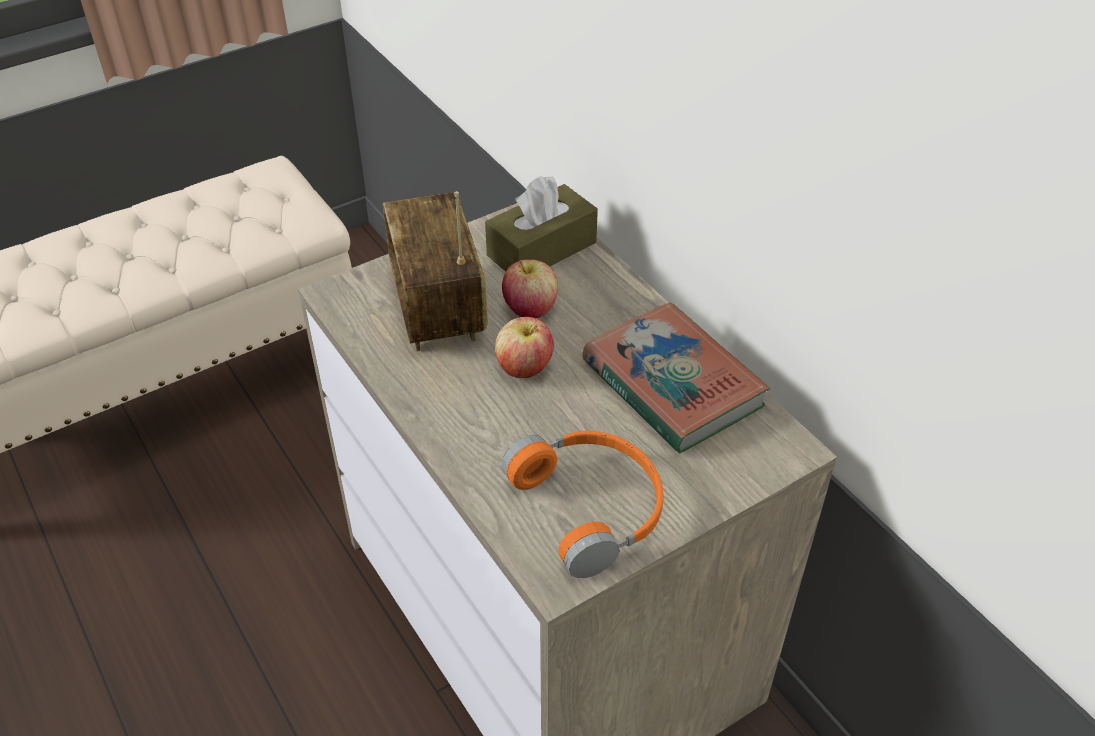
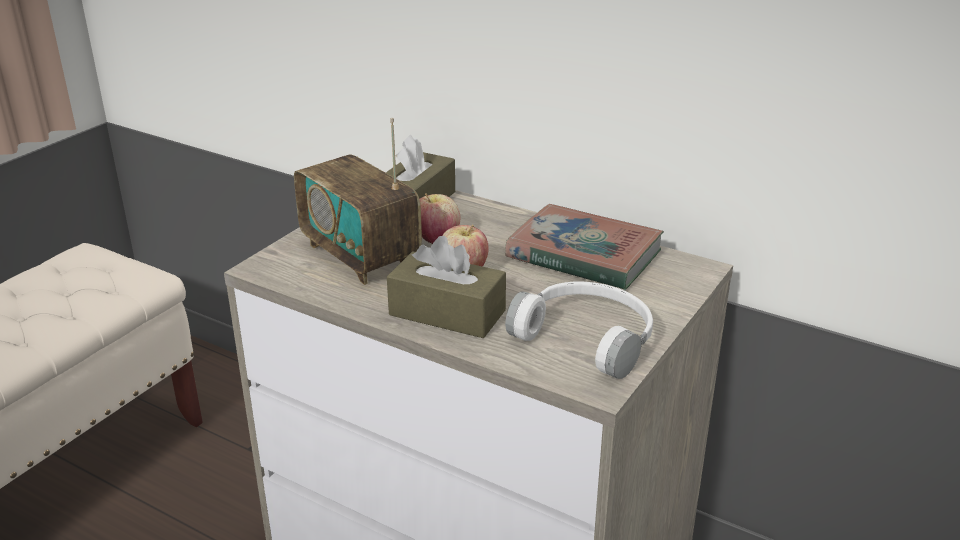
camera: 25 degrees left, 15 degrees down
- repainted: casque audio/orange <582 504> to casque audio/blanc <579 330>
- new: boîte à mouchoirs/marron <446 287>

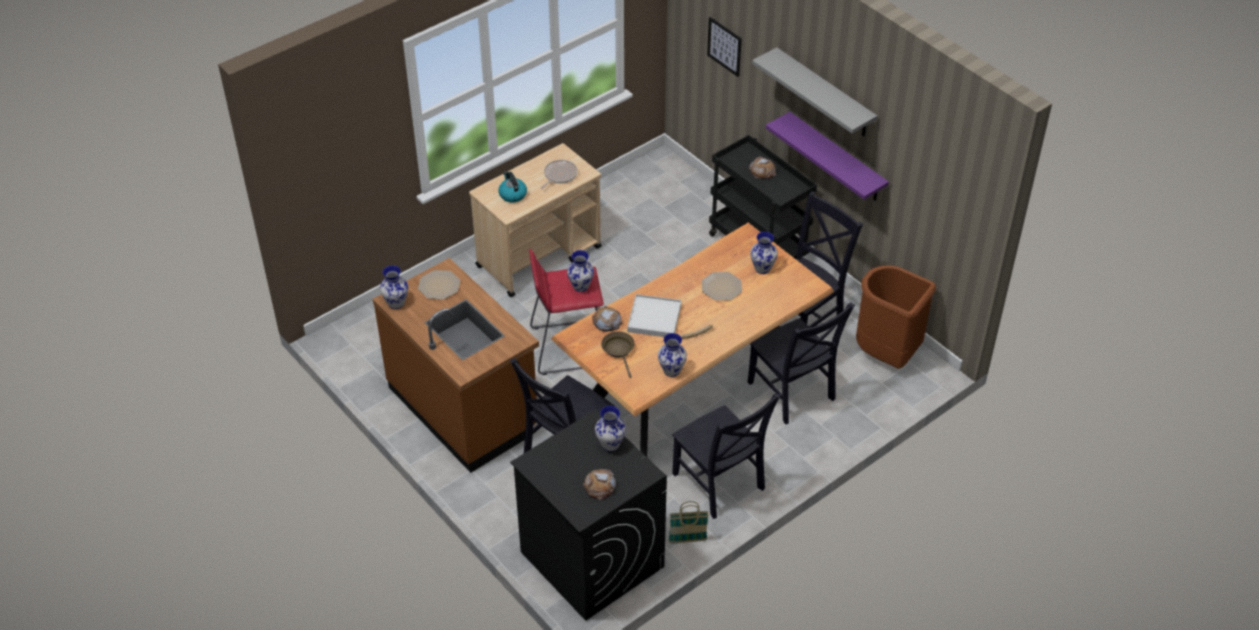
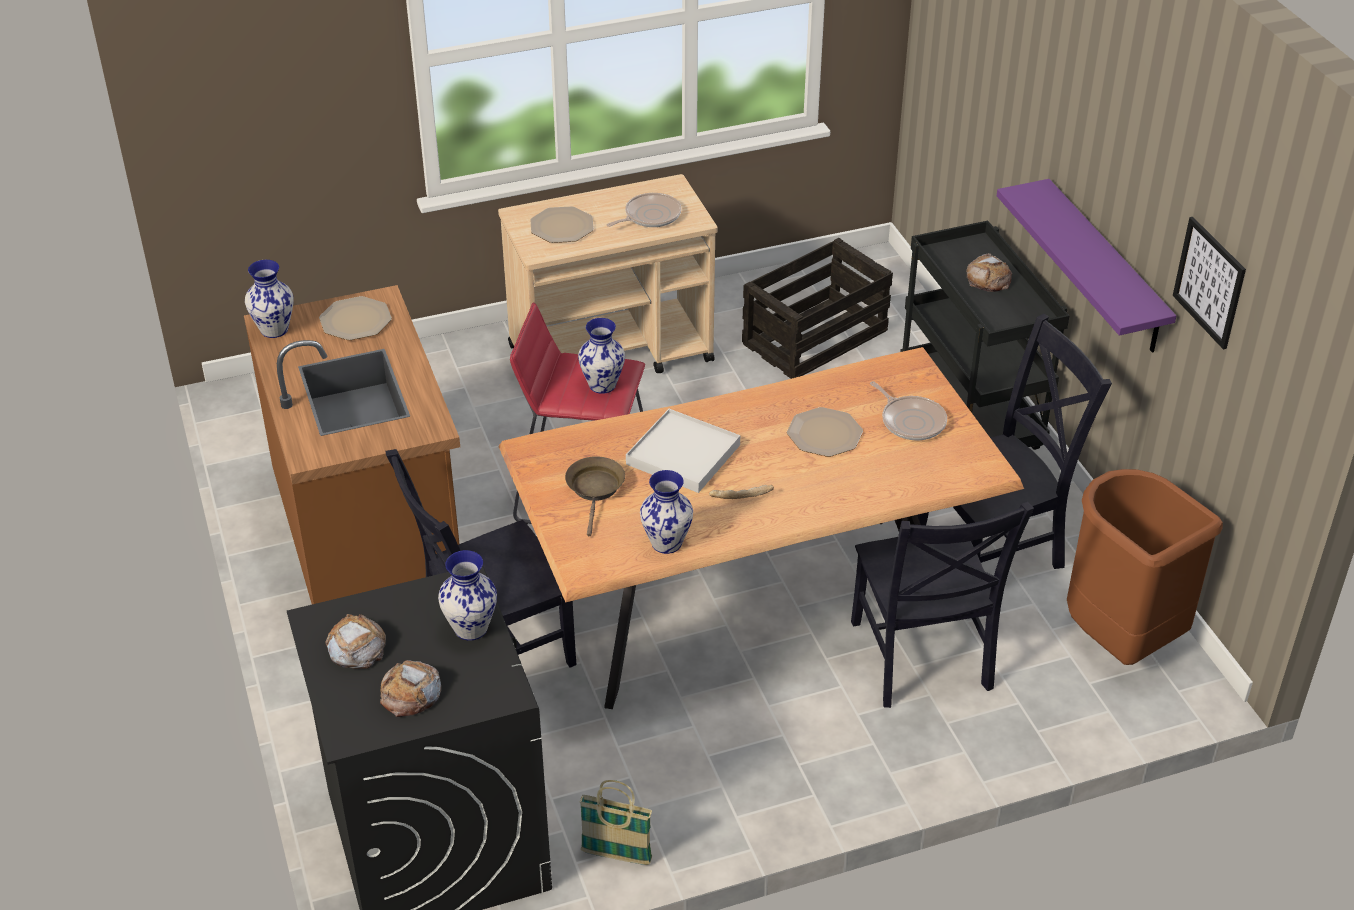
camera: 20 degrees right, 5 degrees down
- shifted: tableau <724 47> to <1209 283>
- gone: étagère/gris <814 91>
- swapped: bouilloire <512 187> to assiette <562 224>
- swapped: vase <764 253> to poêle <908 410>
- shifted: pain <607 319> to <355 641>
- gone: chaise/noir <726 456>
- new: caisse <817 308>

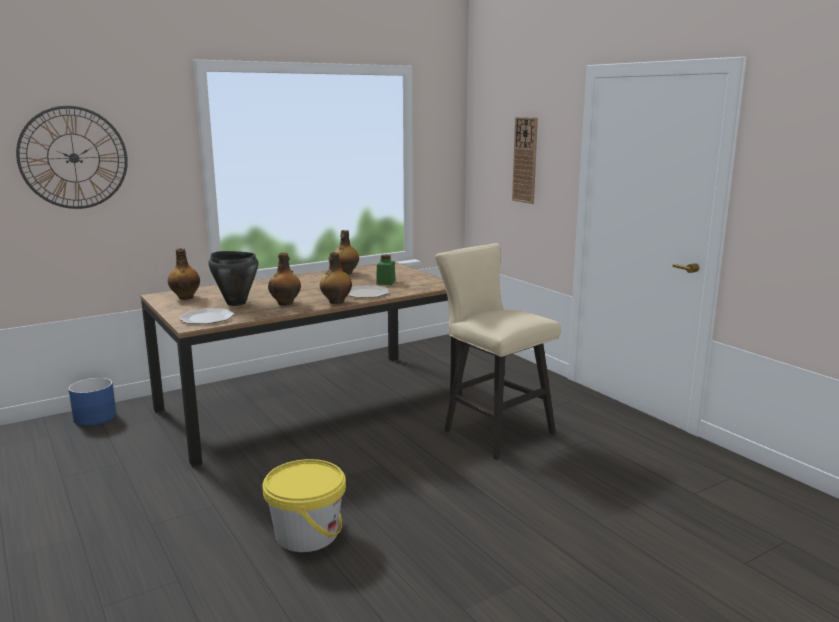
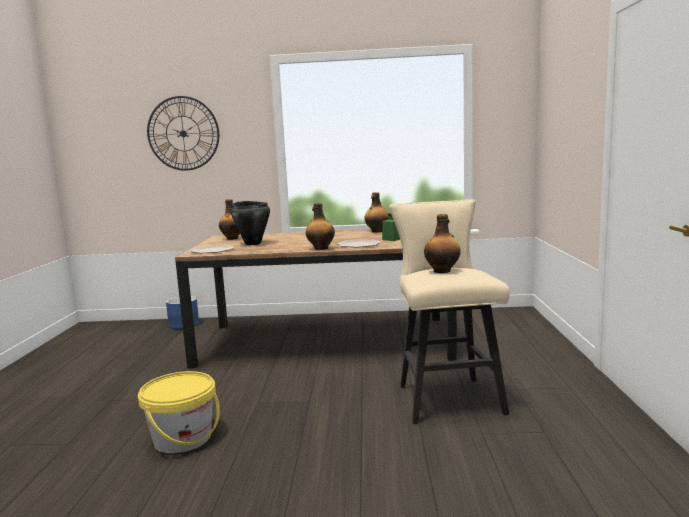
camera: 35 degrees right, 5 degrees down
- gone: horloge murale <525 160>
- shifted: bouteille <284 279> to <442 243>

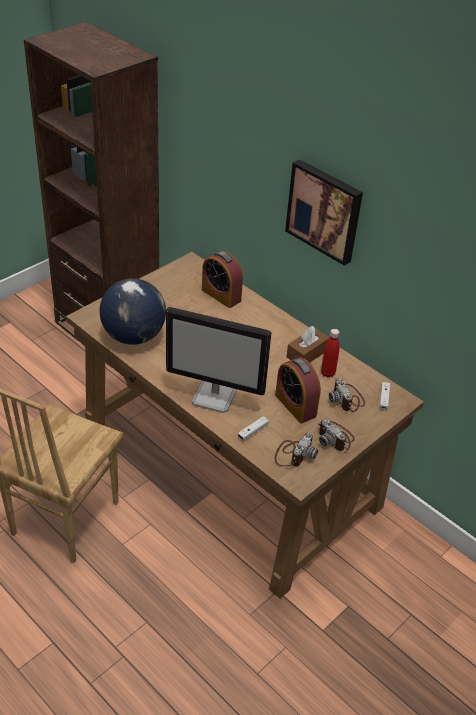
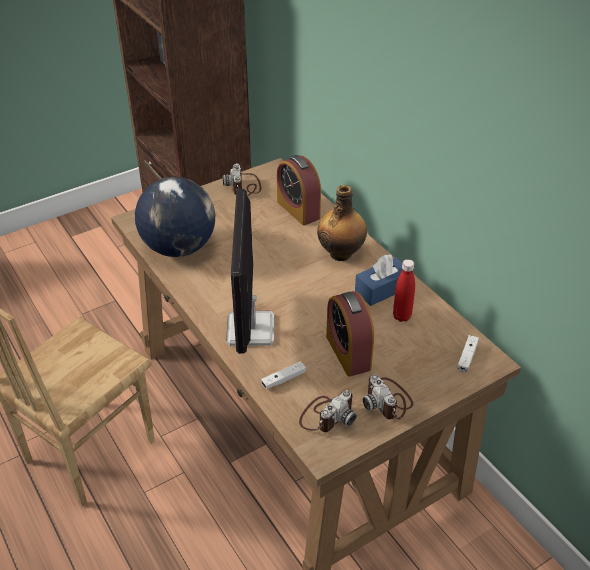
camera: 15 degrees right, 0 degrees up
- gone: tableau <324 212>
- rotated: écran d'ordinateur <219 360> = <250 271> 60 degrees clockwise
- repainted: boîte à mouchoirs/marron <308 344> to boîte à mouchoirs/bleu <379 280>
- shifted: appareil photo <347 395> to <242 179>
- new: bouteille <342 223>

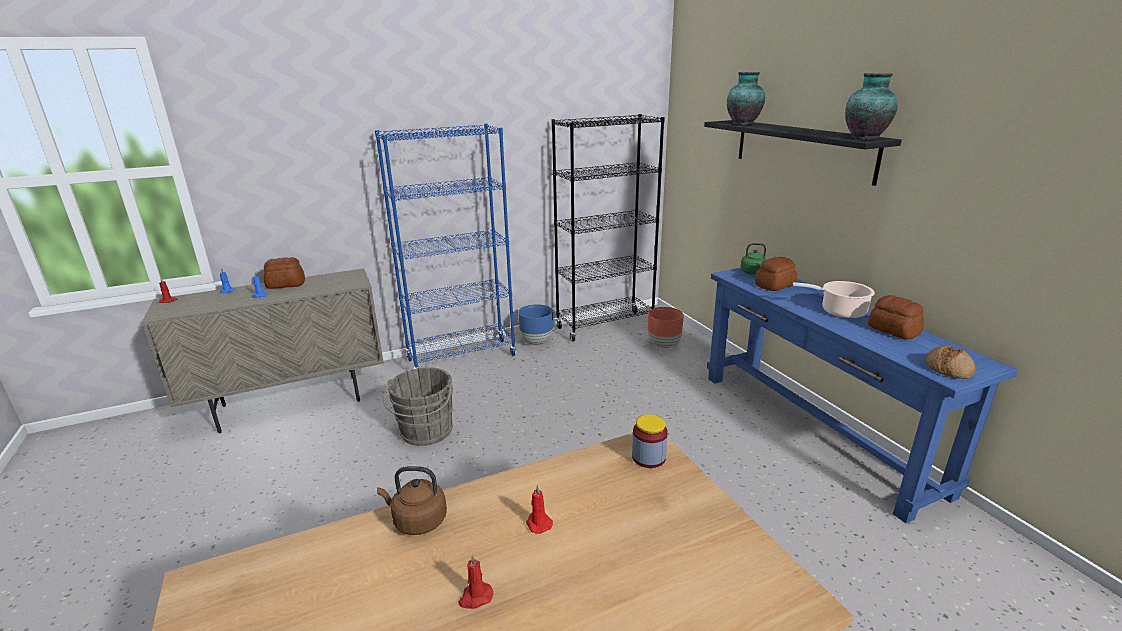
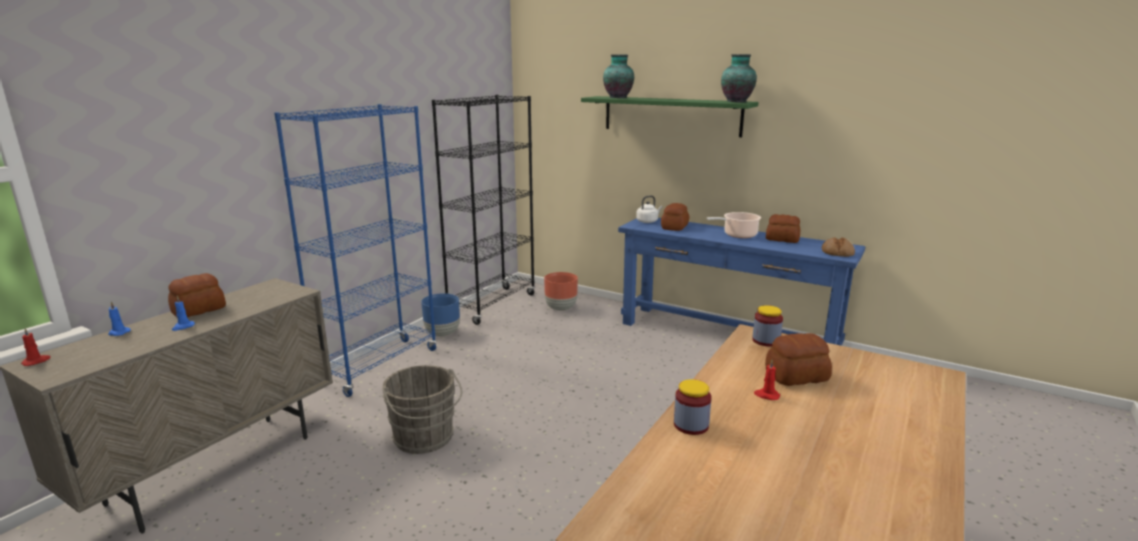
camera: 35 degrees left, 5 degrees down
- repainted: étagère/noir <803 153> to étagère/vert <669 116>
- repainted: bouilloire/vert <758 259> to bouilloire/blanc <649 209>
- swapped: bouilloire/marron <412 500> to bocal <692 407>
- gone: bougie/rouge <476 581>
- new: pain <798 359>

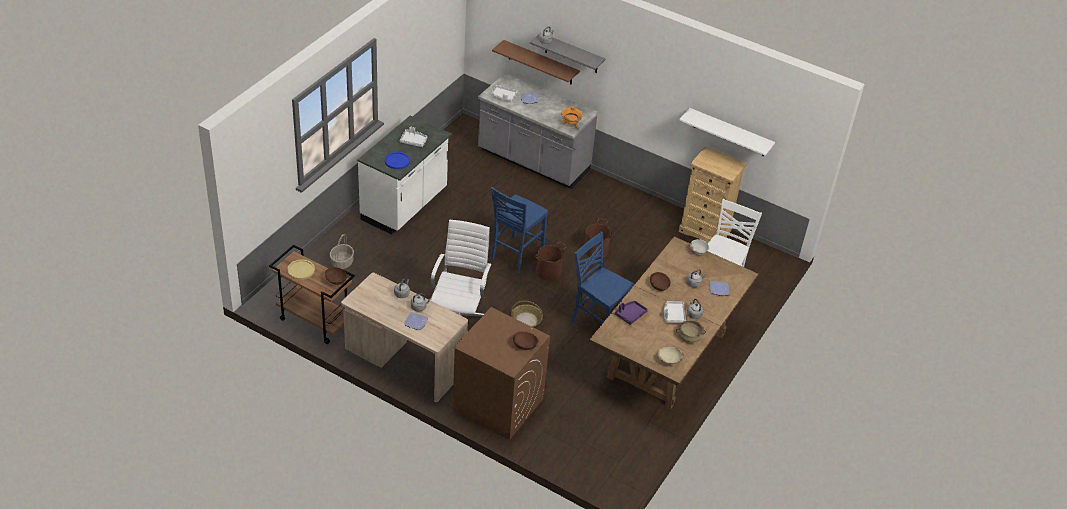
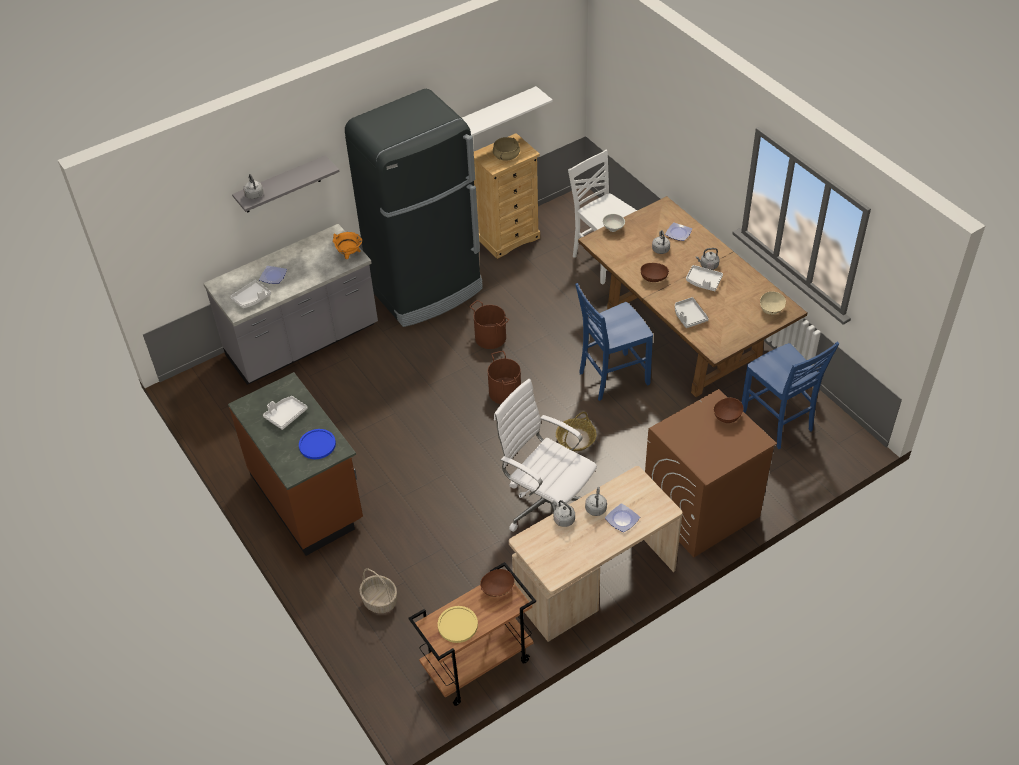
camera: 60 degrees left, 5 degrees up
- gone: étagère/marron <536 62>
- repainted: comptoir de cuisine/blanc <405 175> to comptoir de cuisine/marron <295 464>
- shifted: chaise/bleu <519 230> to <790 395>
- repainted: plateau/violet <631 313> to plateau/gris <692 312>
- shifted: marmite/beige <691 331> to <506 149>
- new: réfrigérateur/noir <414 208>

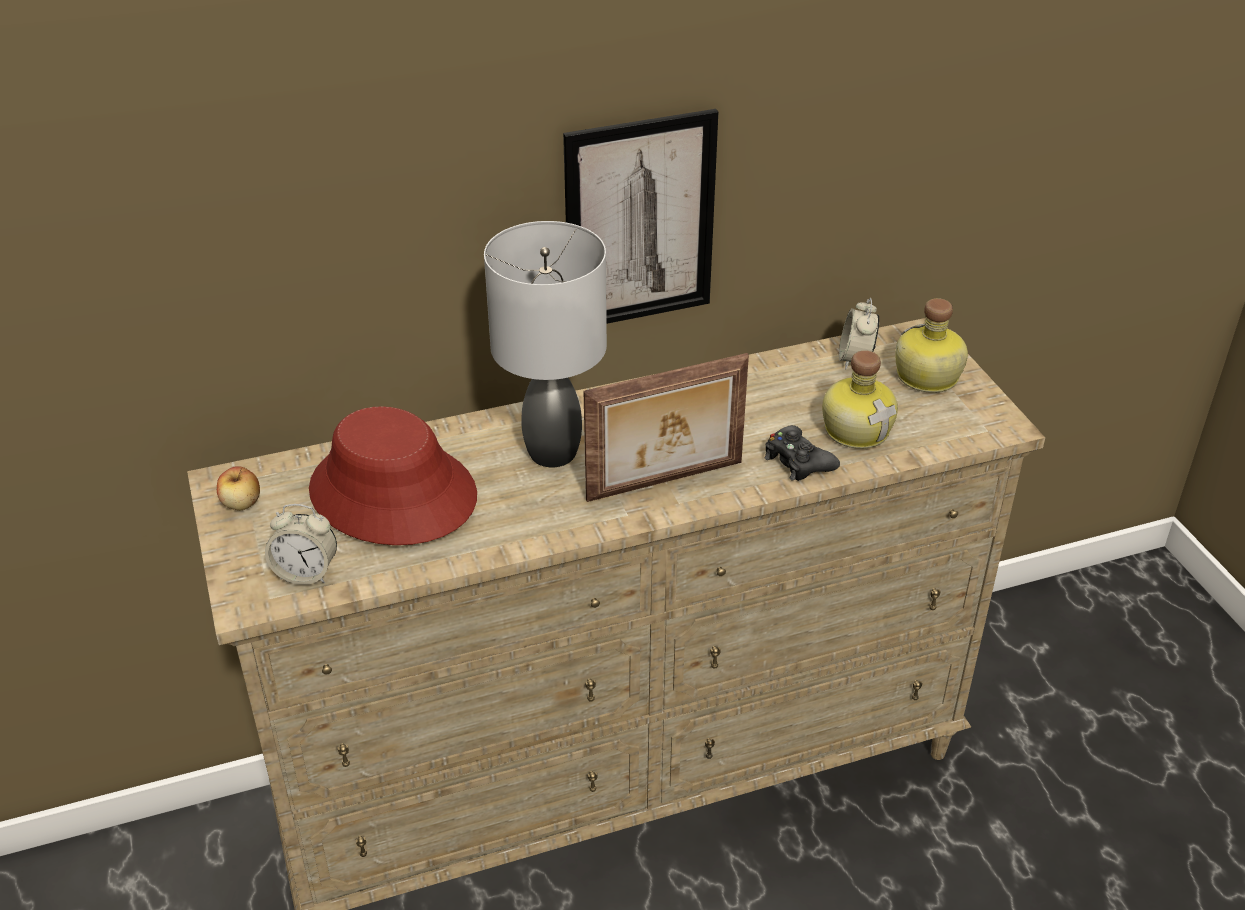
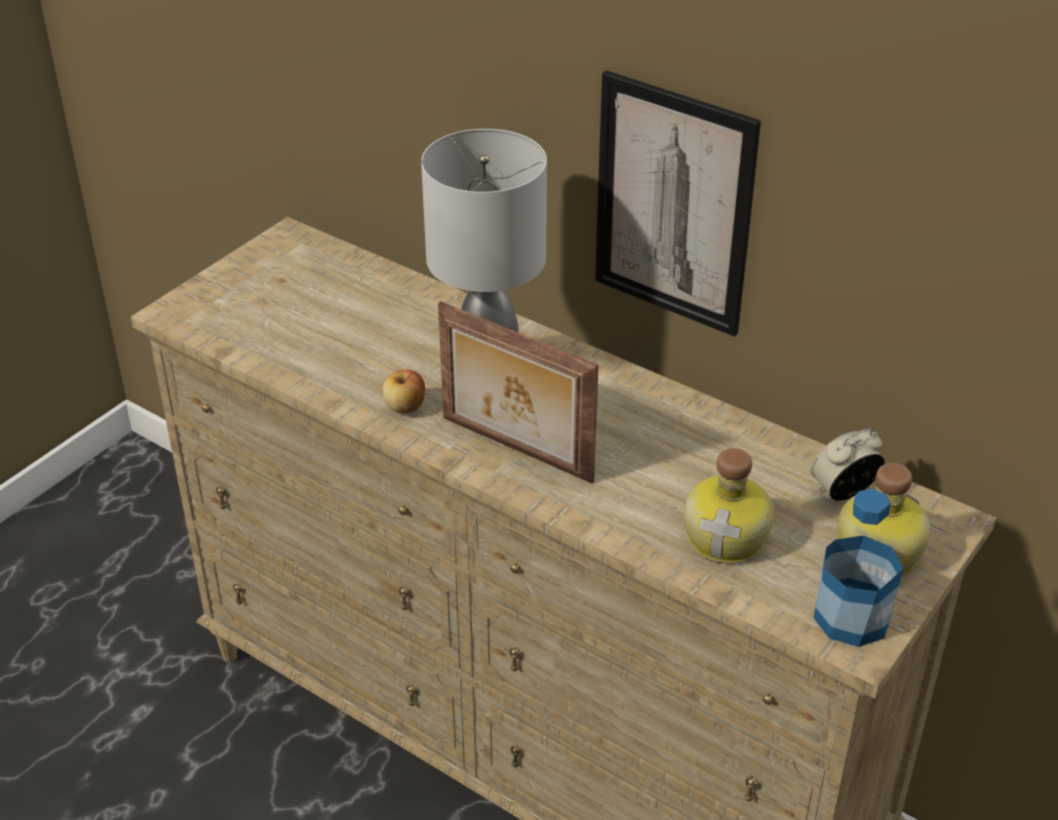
camera: 55 degrees right, 0 degrees up
- gone: chapeau/rouge <393 475>
- gone: manette/noir <802 453>
- shifted: pomme <238 488> to <403 392>
- gone: réveil <301 544>
- new: bouteille <859 568>

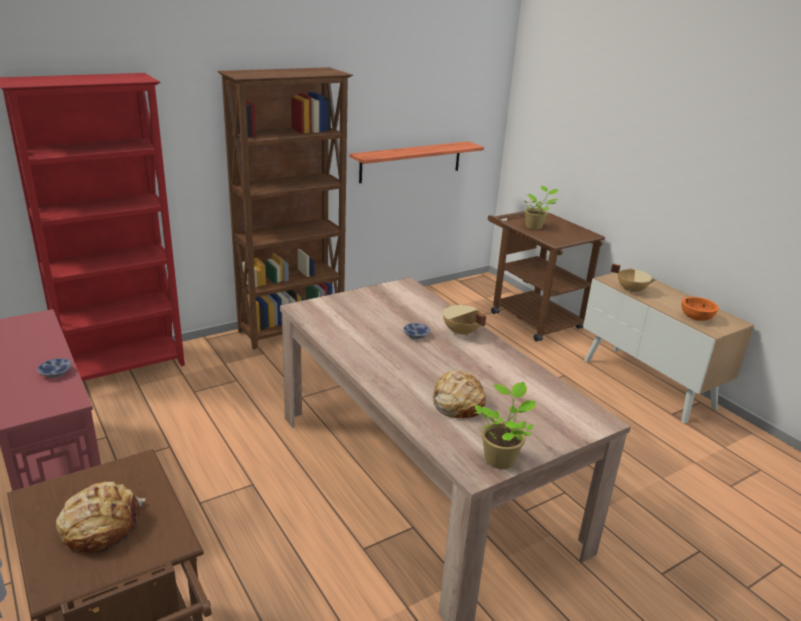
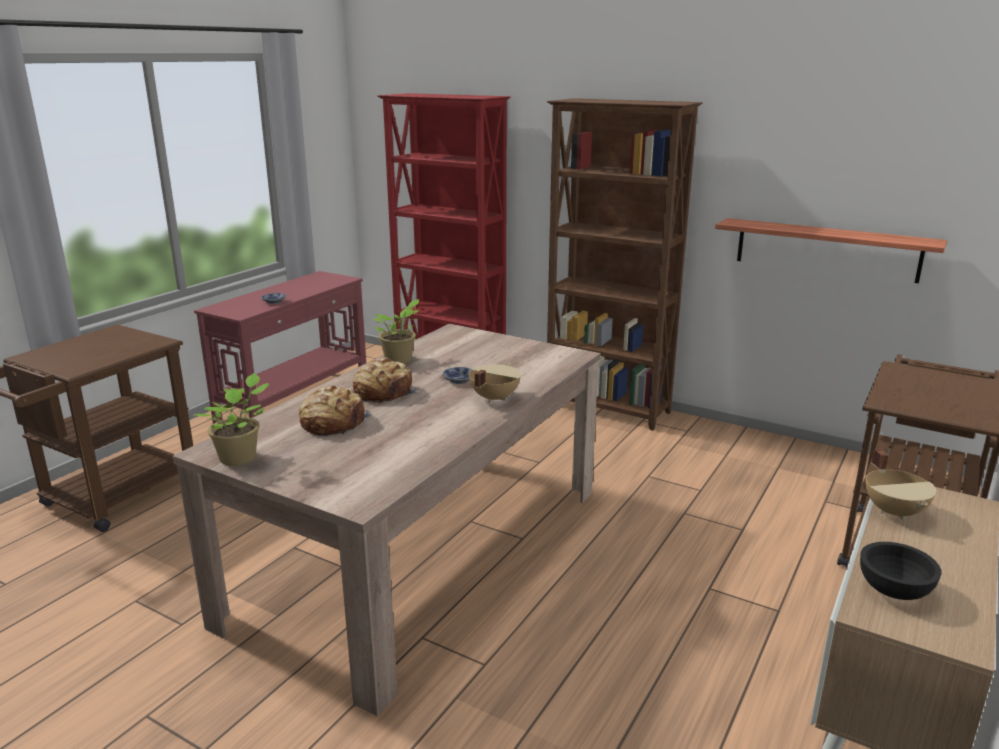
camera: 65 degrees right, 5 degrees down
- shifted: plante en pot <541 208> to <396 331>
- repainted: bol/orange <700 309> to bol/noir <901 571>
- shifted: pain <100 517> to <386 380>

